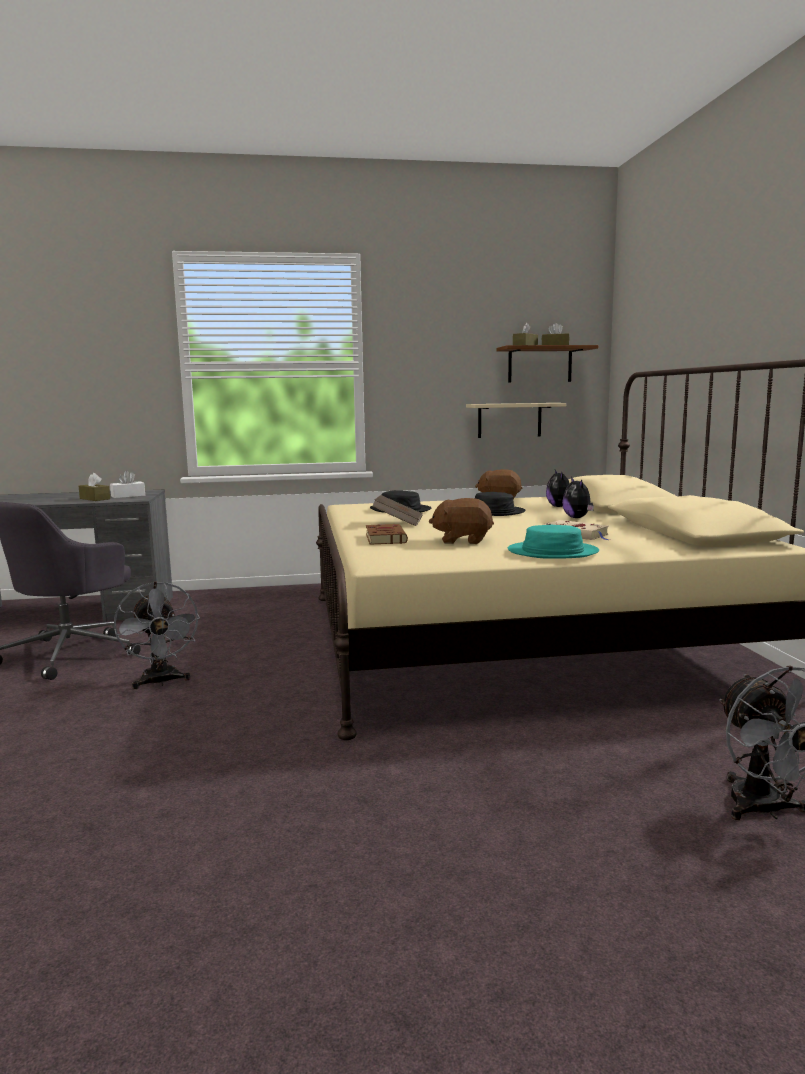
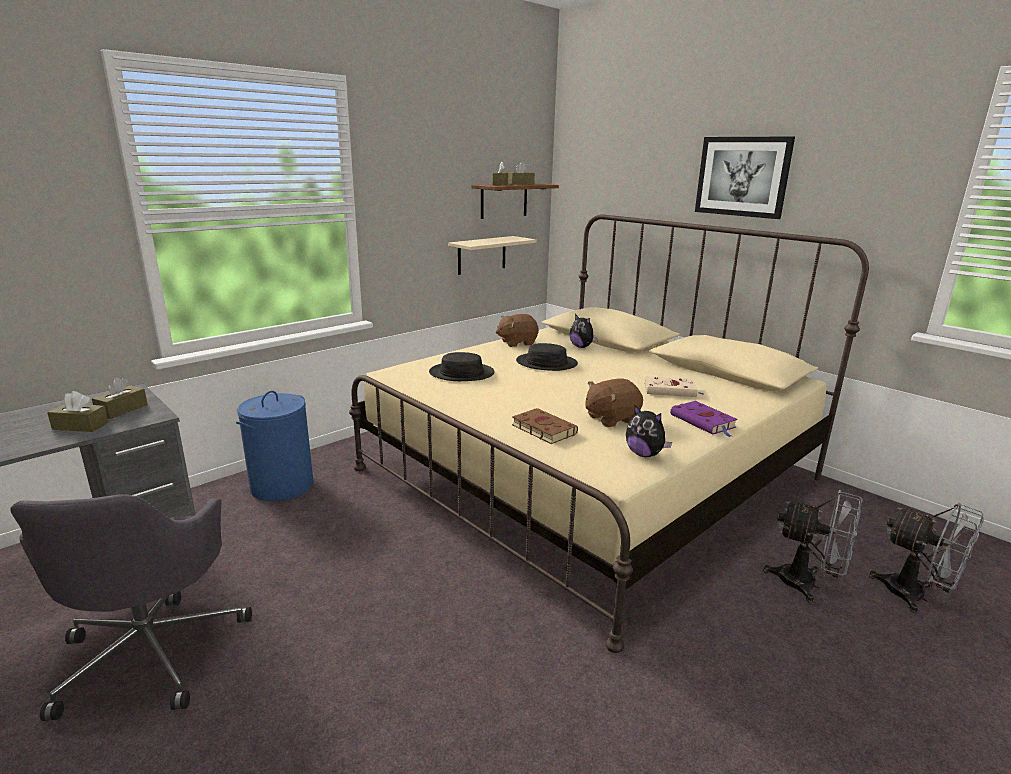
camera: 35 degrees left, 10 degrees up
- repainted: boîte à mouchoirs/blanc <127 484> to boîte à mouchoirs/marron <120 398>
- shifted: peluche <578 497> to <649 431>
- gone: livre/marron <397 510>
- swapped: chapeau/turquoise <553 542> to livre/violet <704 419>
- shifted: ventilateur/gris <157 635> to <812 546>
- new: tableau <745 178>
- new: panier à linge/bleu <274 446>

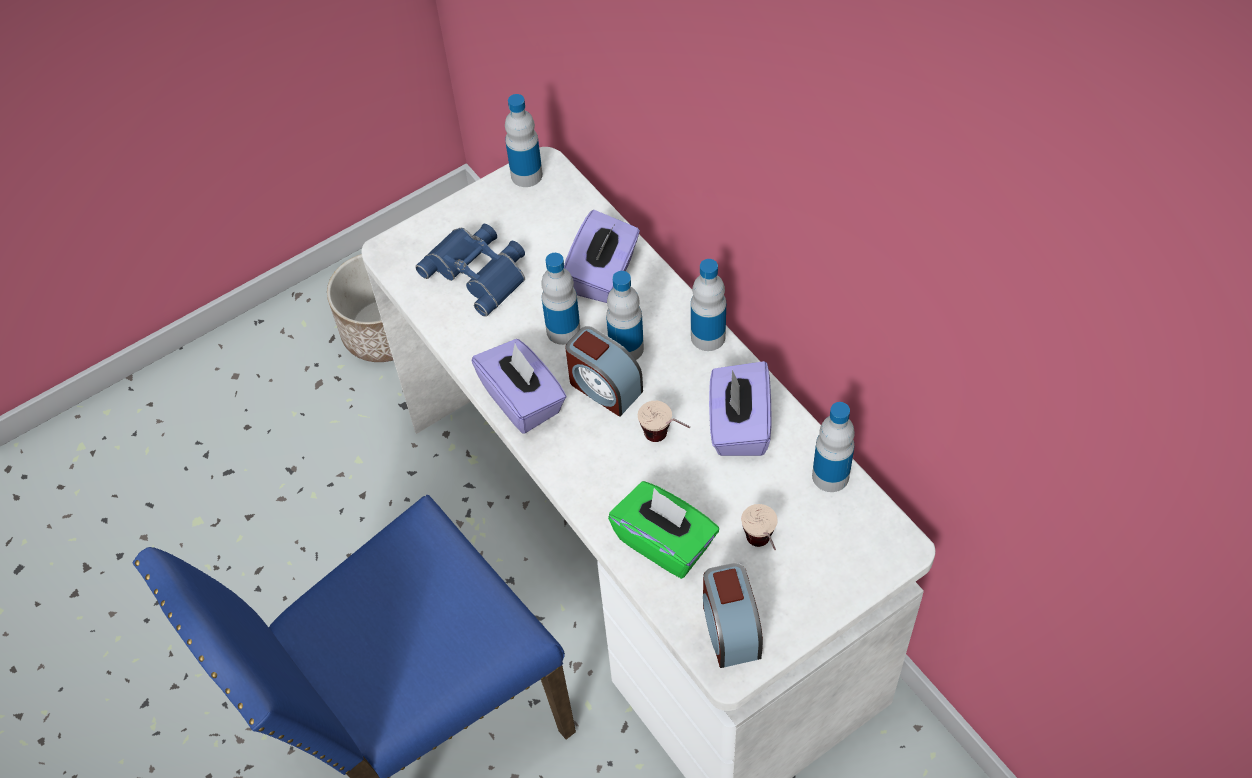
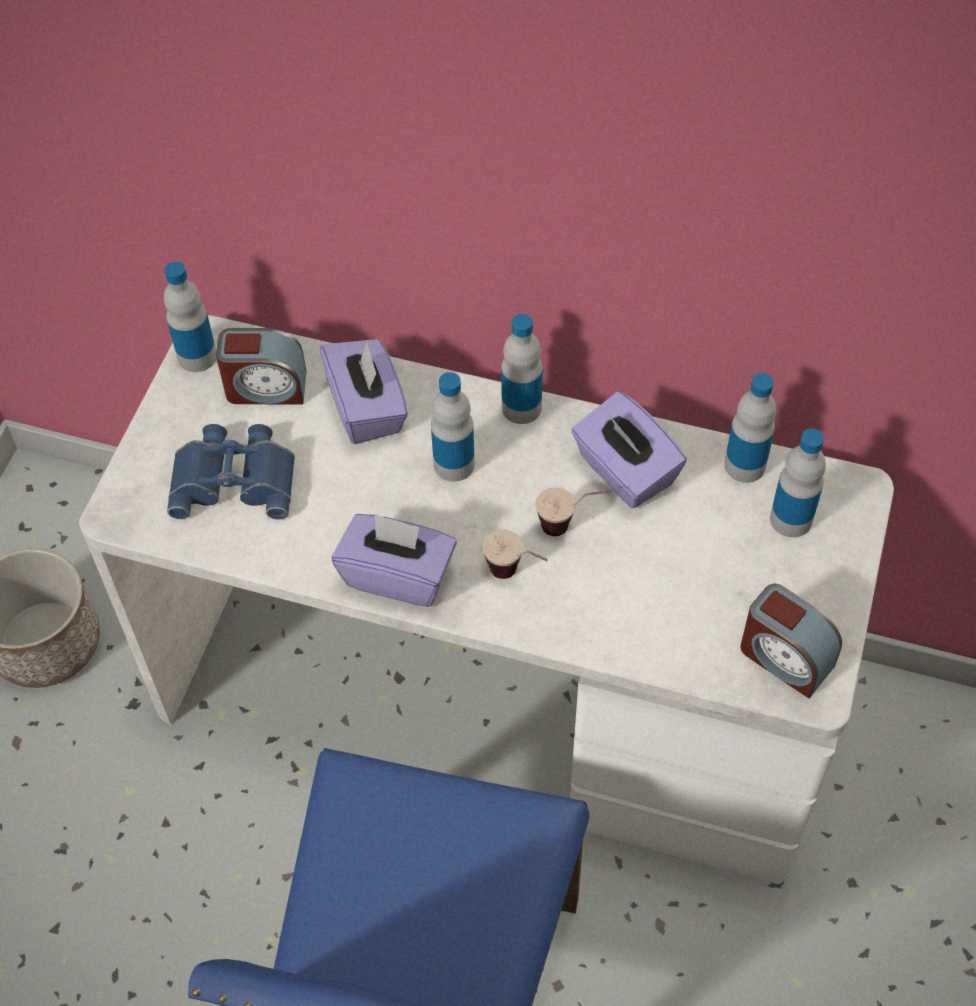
camera: 40 degrees left, 0 degrees up
- shifted: bouteille <561 299> to <798 482>
- shifted: réveil <604 371> to <261 366>
- gone: boîte à mouchoirs/vert <663 530>
- shifted: tasse <759 527> to <515 554>

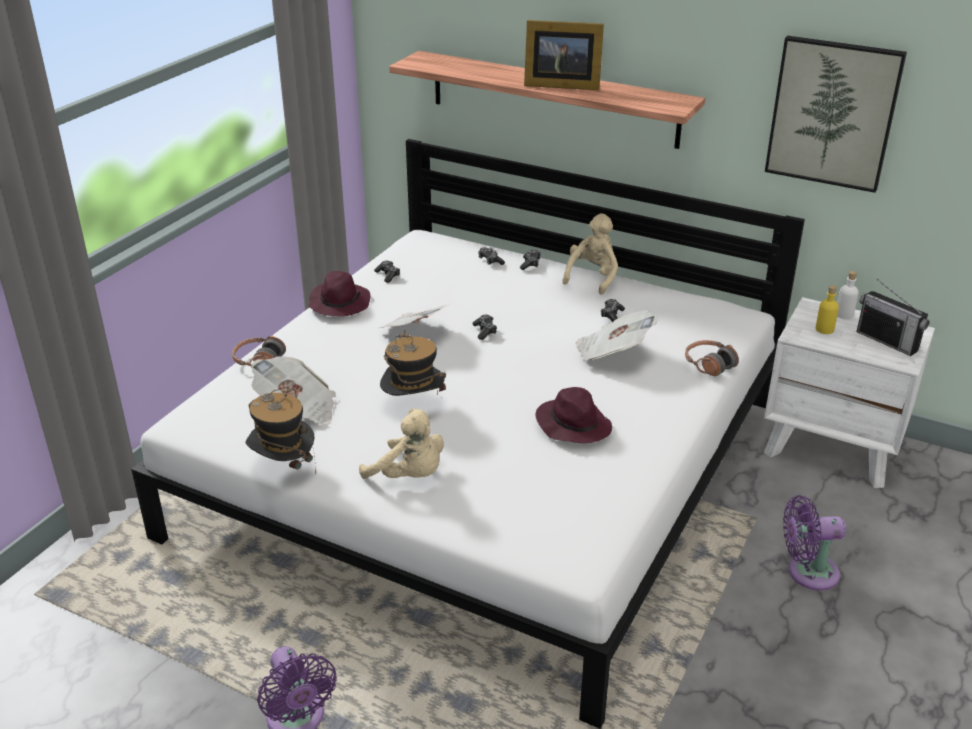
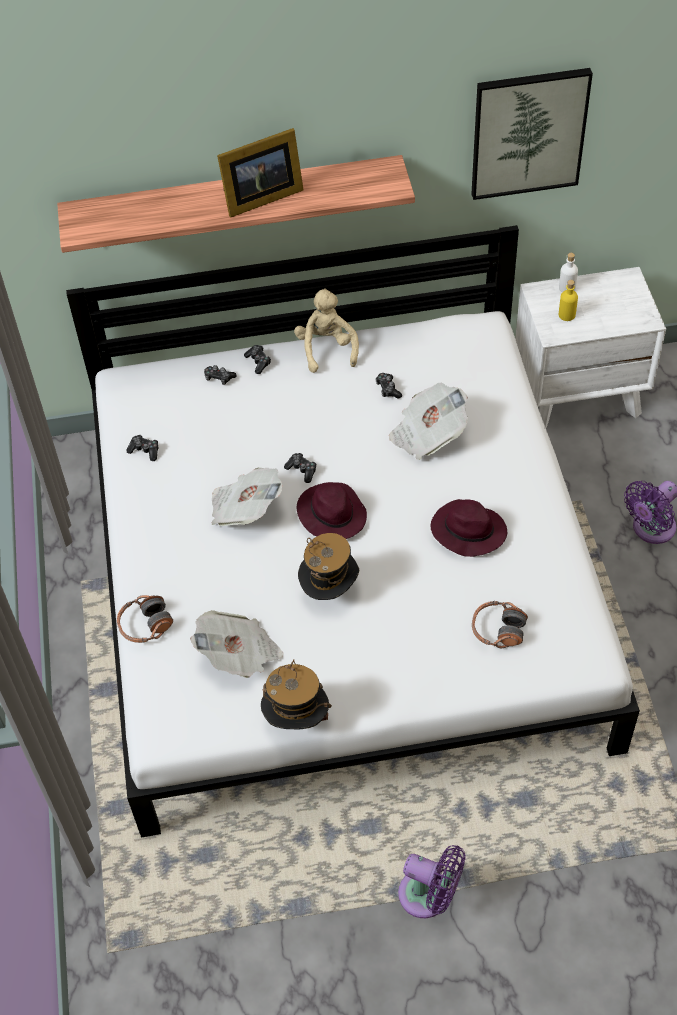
camera: 35 degrees left, 20 degrees up
- shifted: chapeau/violet <339 293> to <332 510>
- gone: radio <893 317>
- shifted: casque audio <712 358> to <500 624>
- gone: peluche/beige <401 444>

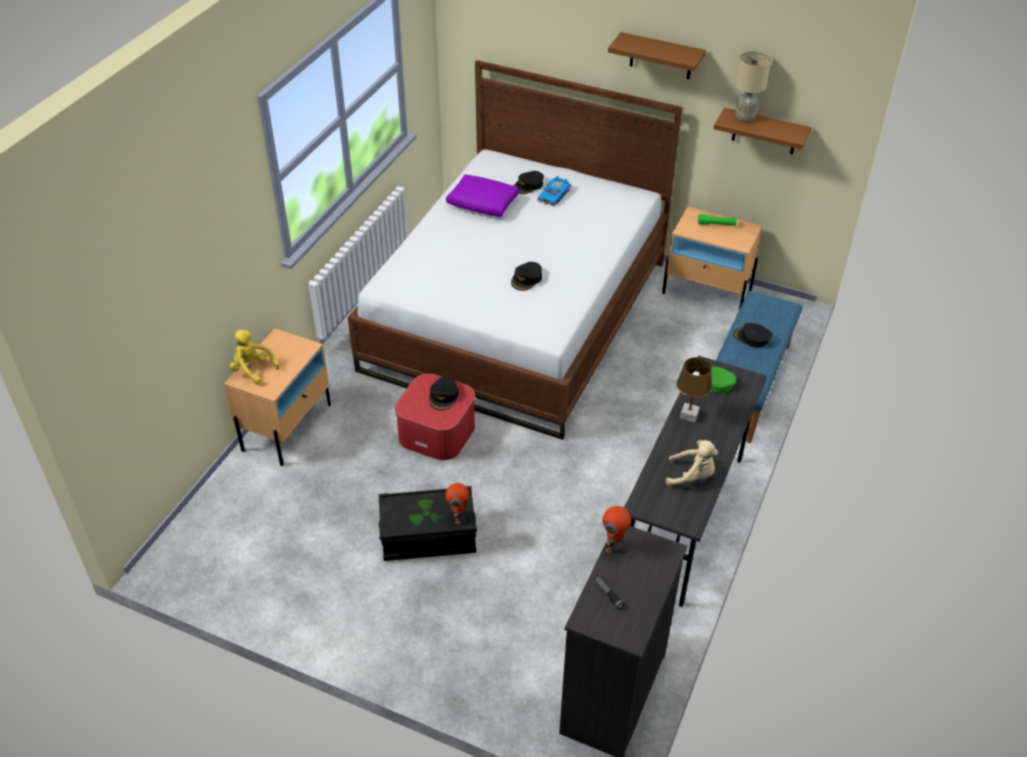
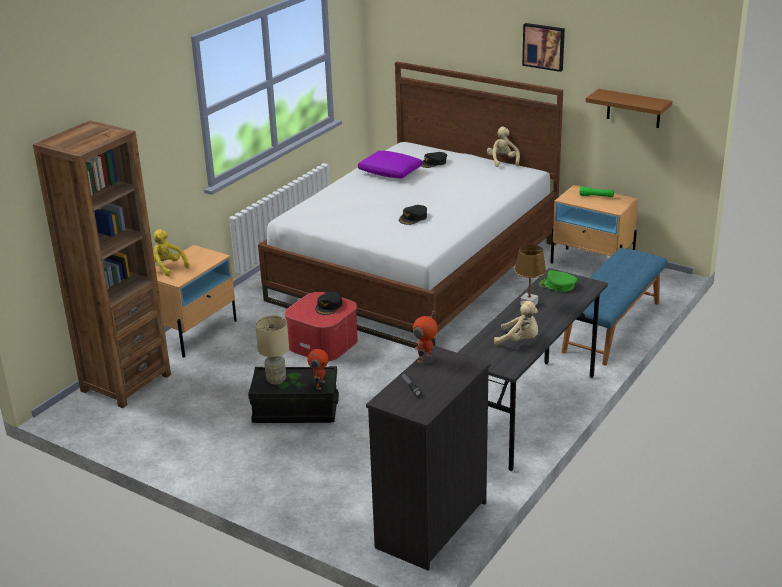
camera: 10 degrees right, 15 degrees down
- swapped: étagère/marron <657 55> to tableau <543 47>
- shifted: lampe de table/beige <753 87> to <272 350>
- gone: petite voiture <554 191>
- gone: casquette/noir <753 335>
- new: bibliothèque/marron <102 264>
- new: peluche/beige <503 147>

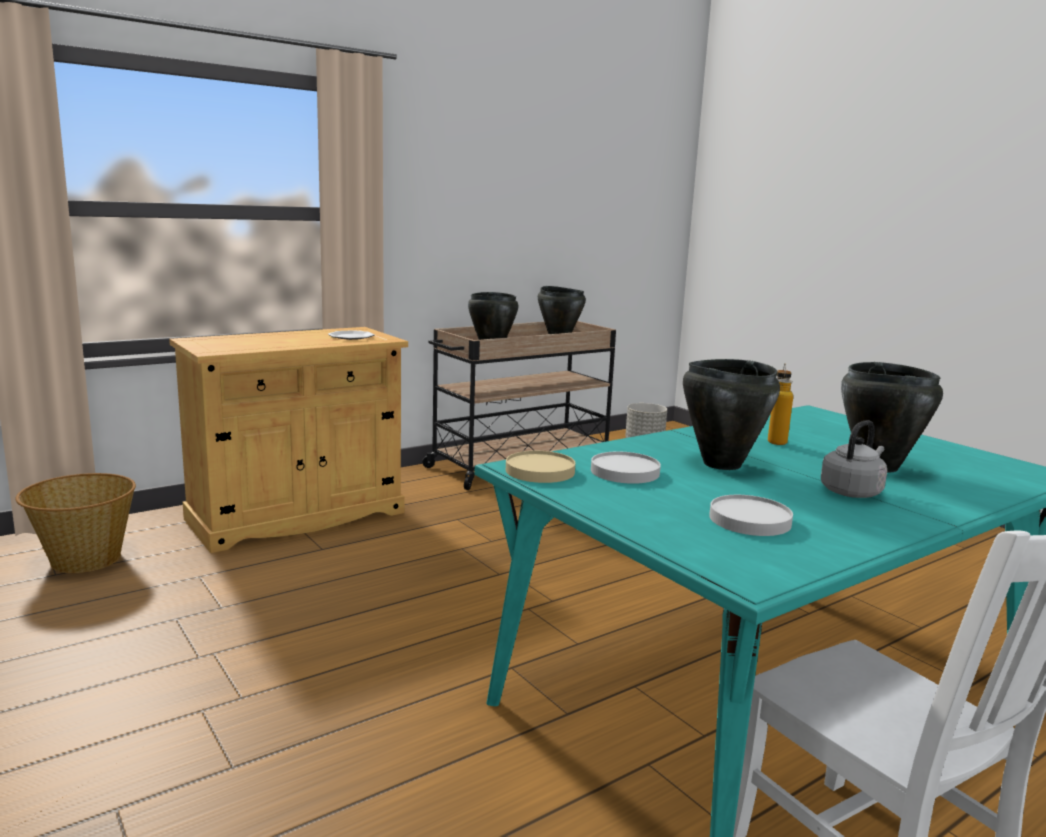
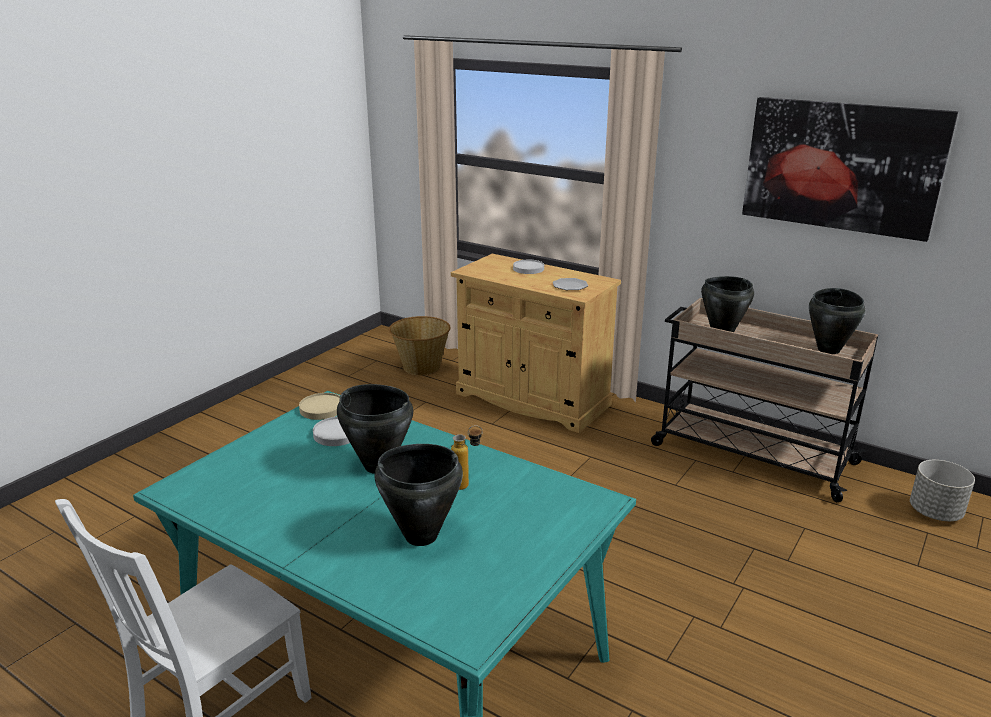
camera: 70 degrees right, 10 degrees up
- gone: bouilloire/gris <854 459>
- shifted: assiette/blanc <751 515> to <528 267>
- new: tableau <850 169>

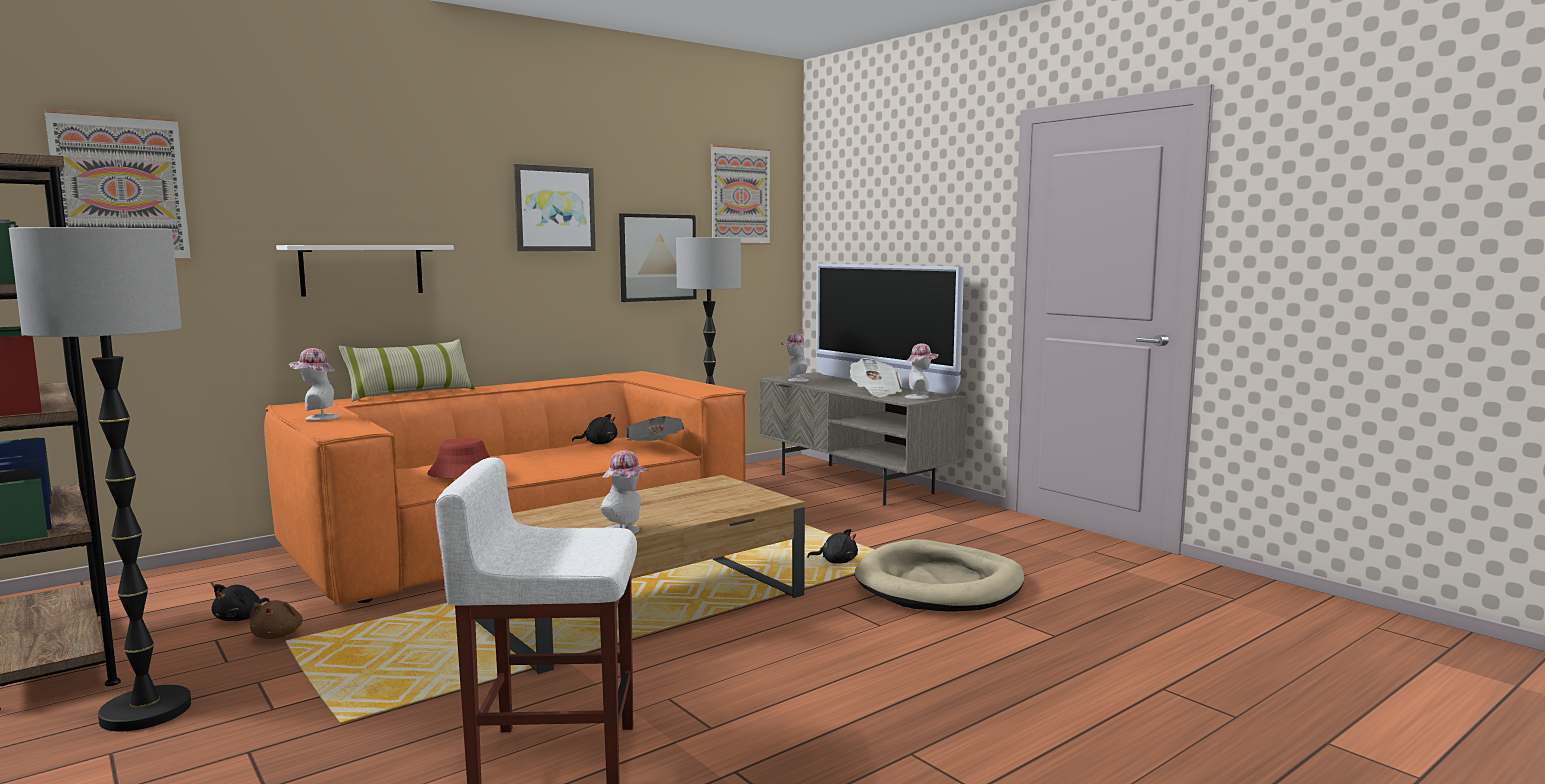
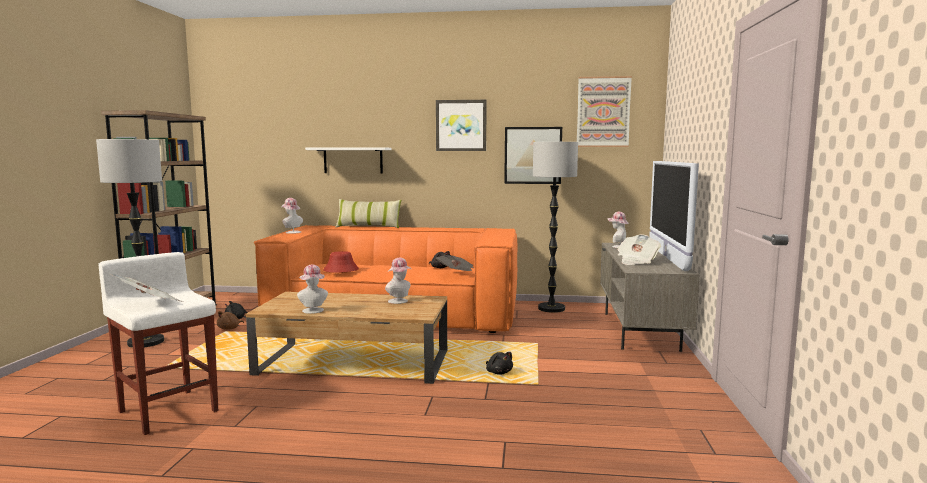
camera: 45 degrees right, 0 degrees up
- gone: tableau <118 185>
- shifted: chapeau <921 371> to <398 281>
- gone: panier pour chien/beige <939 575>
- new: journal <145 287>

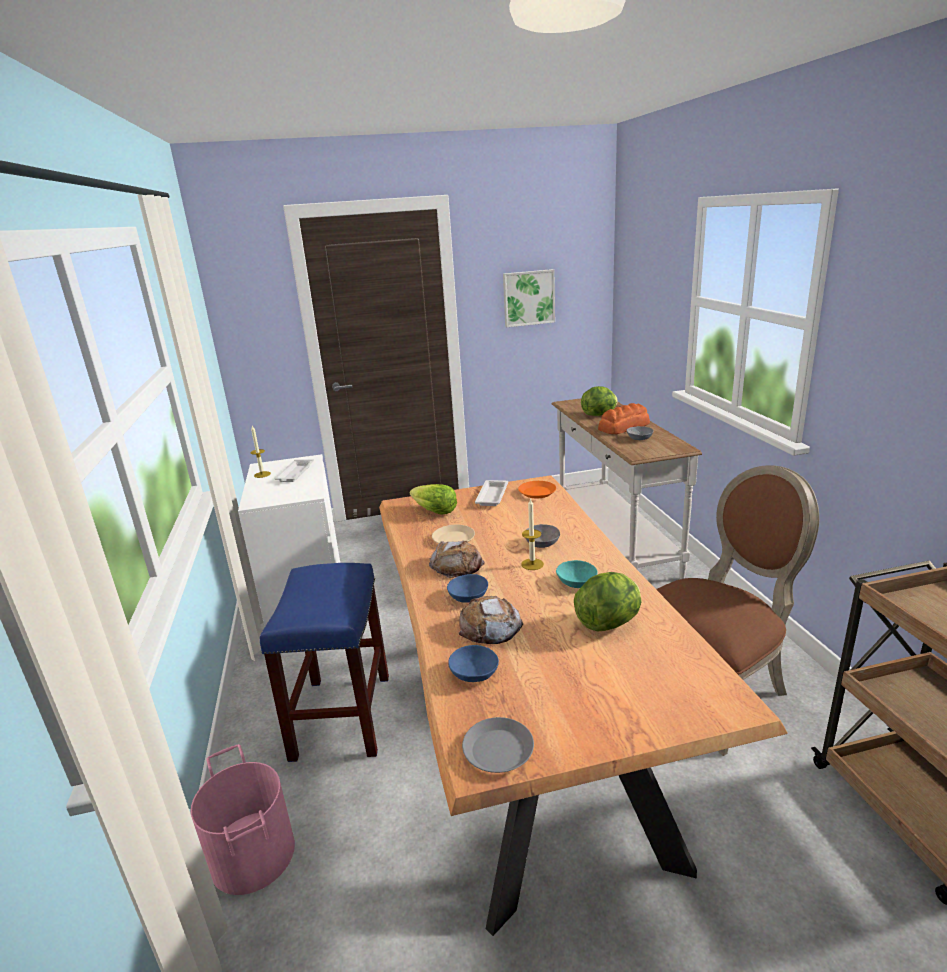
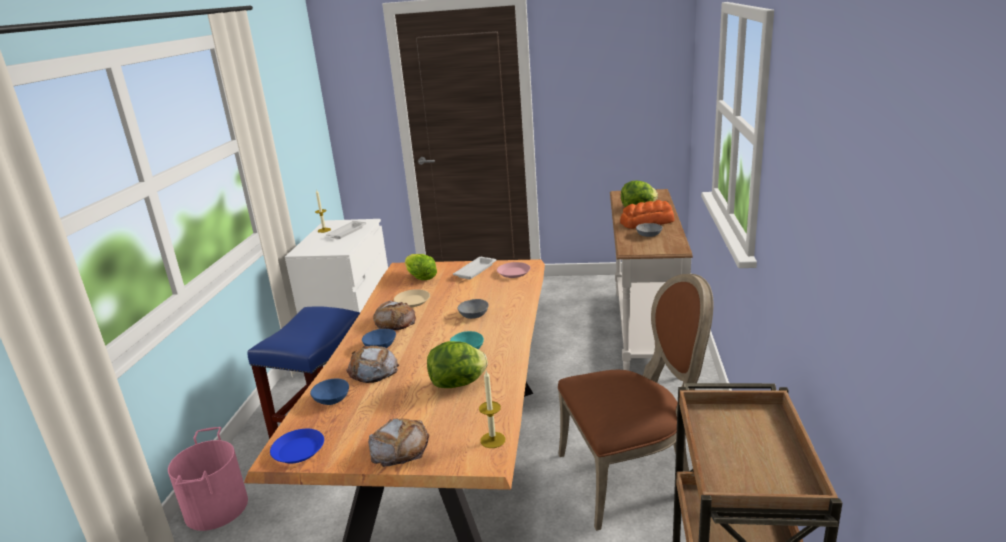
camera: 20 degrees right, 0 degrees up
- gone: tableau <529 298>
- repainted: assiette/orange <537 489> to assiette/rose <513 270>
- shifted: bougie <532 534> to <492 409>
- repainted: assiette/gris <498 745> to assiette/bleu <297 446>
- new: pain <398 443>

